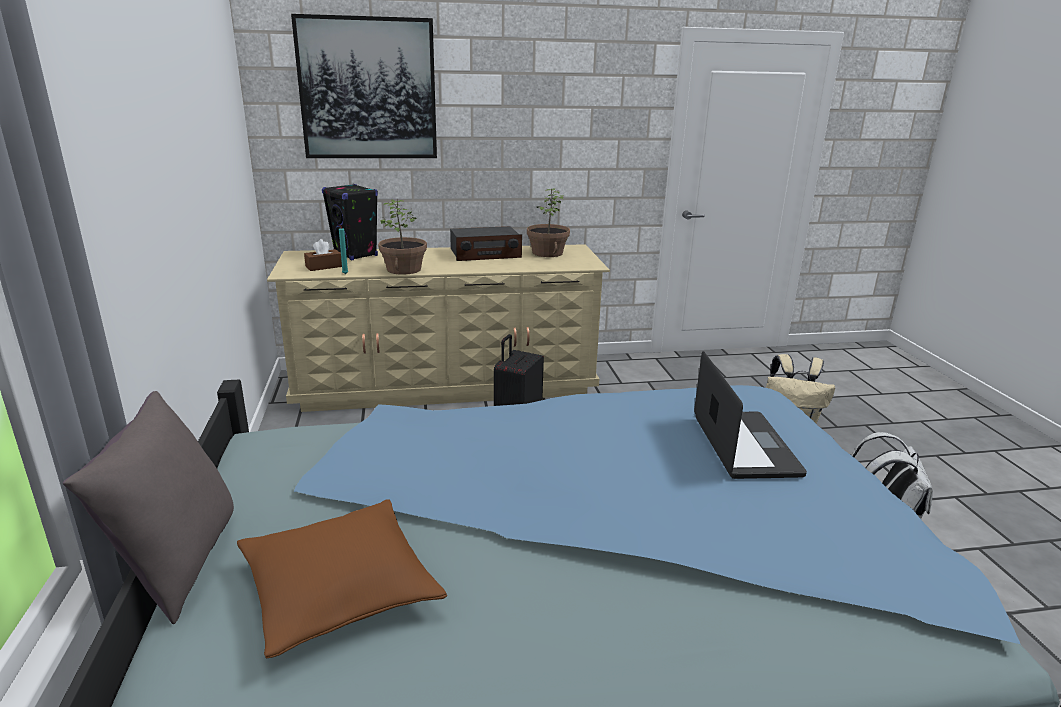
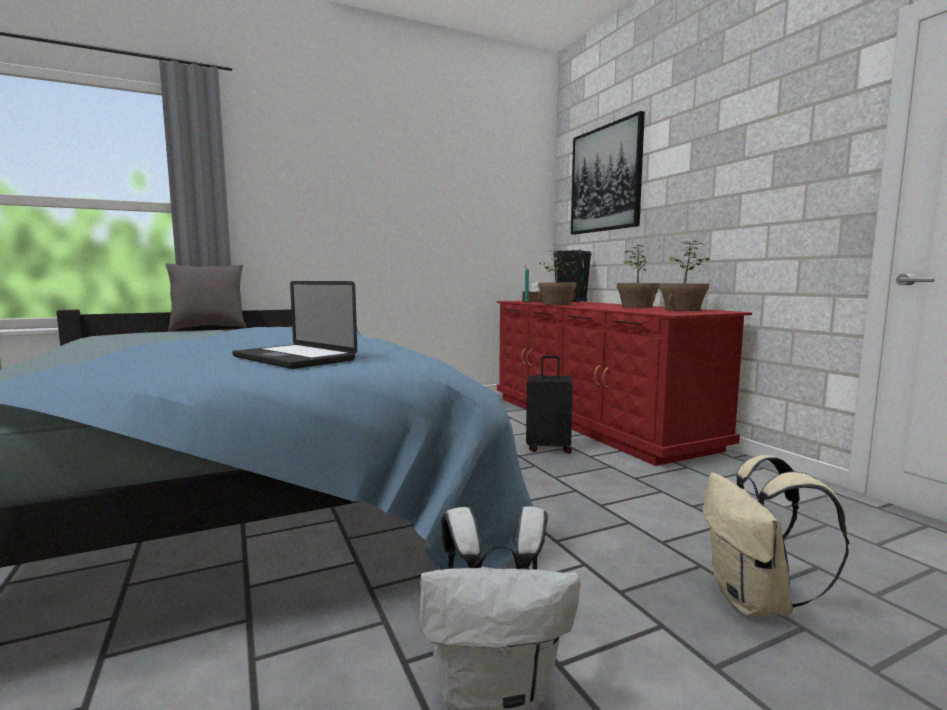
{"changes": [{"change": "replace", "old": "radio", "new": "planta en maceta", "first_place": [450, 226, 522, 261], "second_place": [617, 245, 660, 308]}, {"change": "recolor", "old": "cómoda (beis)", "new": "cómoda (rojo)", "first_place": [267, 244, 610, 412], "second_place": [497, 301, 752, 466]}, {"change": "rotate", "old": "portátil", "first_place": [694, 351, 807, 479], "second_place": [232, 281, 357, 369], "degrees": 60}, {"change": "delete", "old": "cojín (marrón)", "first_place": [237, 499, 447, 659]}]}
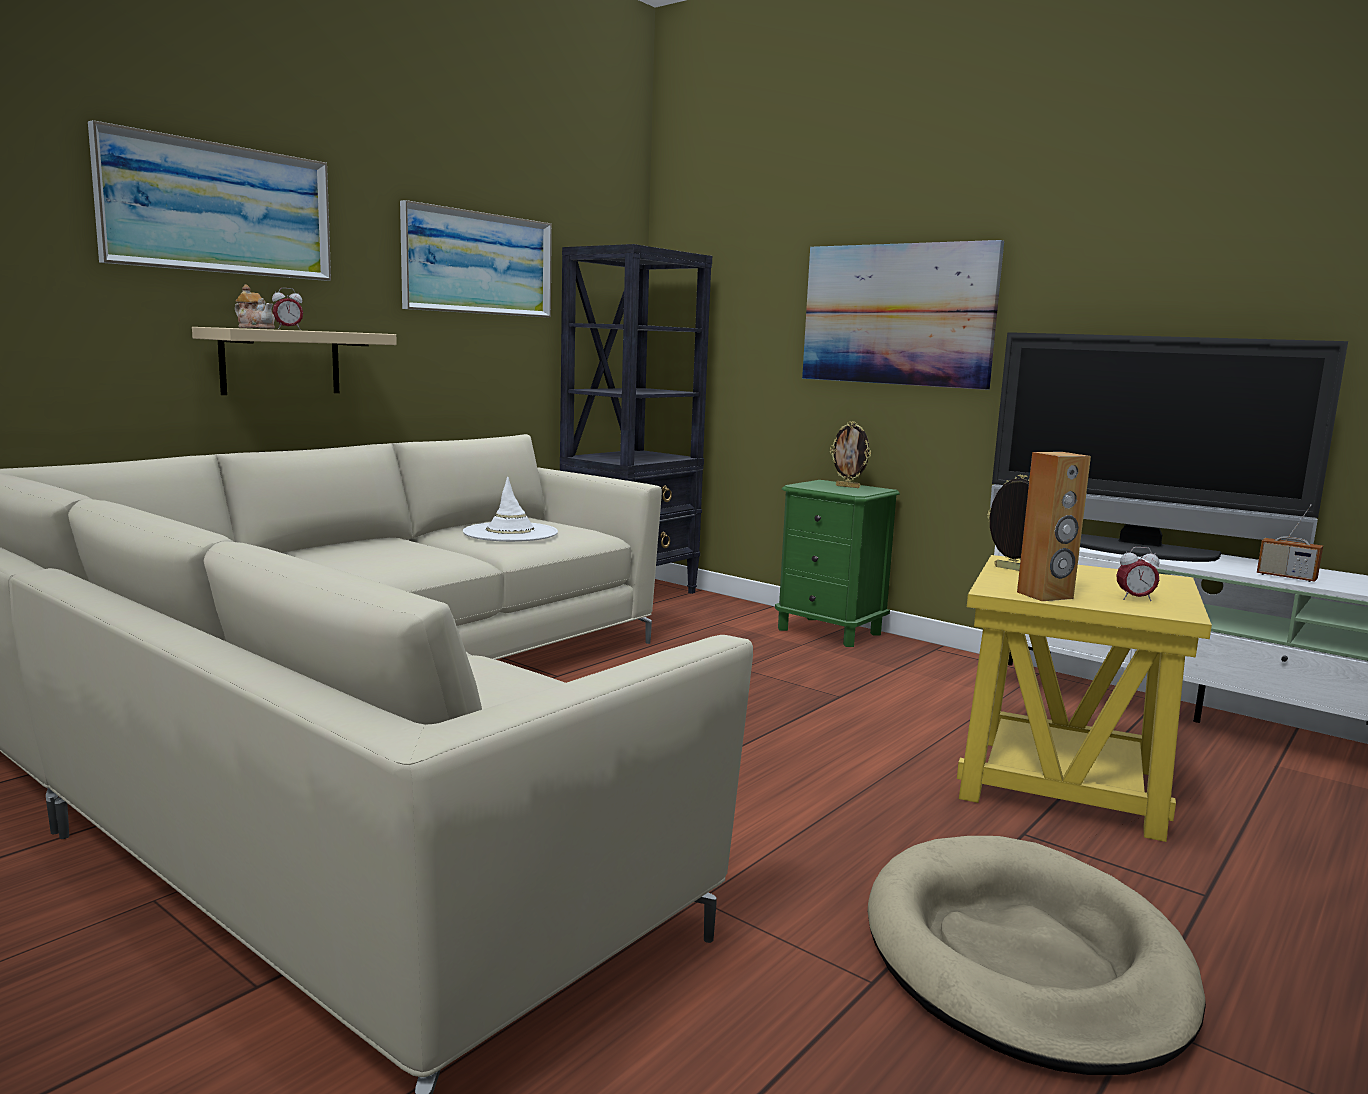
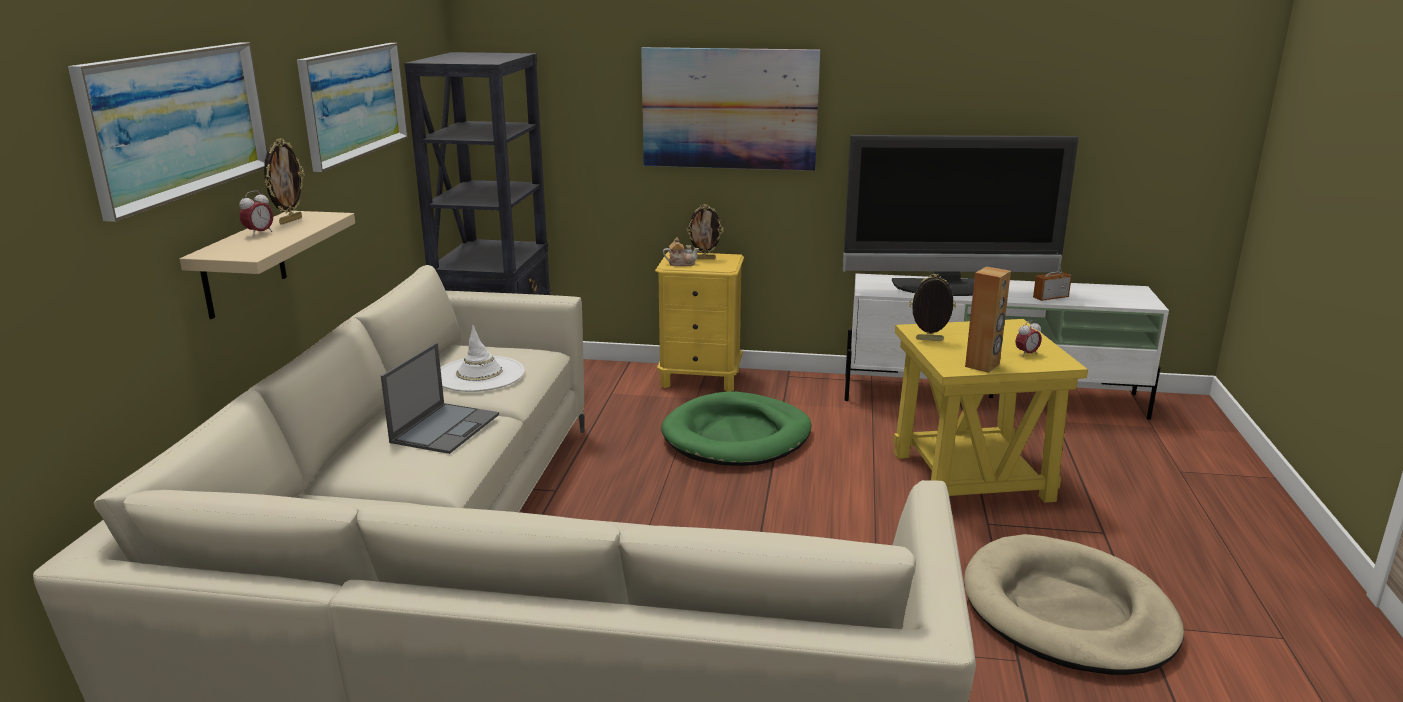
{"changes": [{"change": "move", "old": "tetera", "first_place": [235, 284, 275, 329], "second_place": [663, 237, 699, 266]}, {"change": "recolor", "old": "mesita de noche (verde)", "new": "mesita de noche (amarillo)", "first_place": [775, 480, 900, 647], "second_place": [655, 252, 744, 391]}, {"change": "rotate", "old": "radio", "first_place": [1257, 504, 1323, 582], "second_place": [1033, 253, 1072, 301], "degrees": 150}, {"change": "insert", "new": "portarretratos", "second_place": [264, 138, 305, 225]}, {"change": "insert", "new": "portátil", "second_place": [381, 343, 499, 454]}, {"change": "insert", "new": "cama para perro (verde)", "second_place": [661, 391, 812, 466]}]}
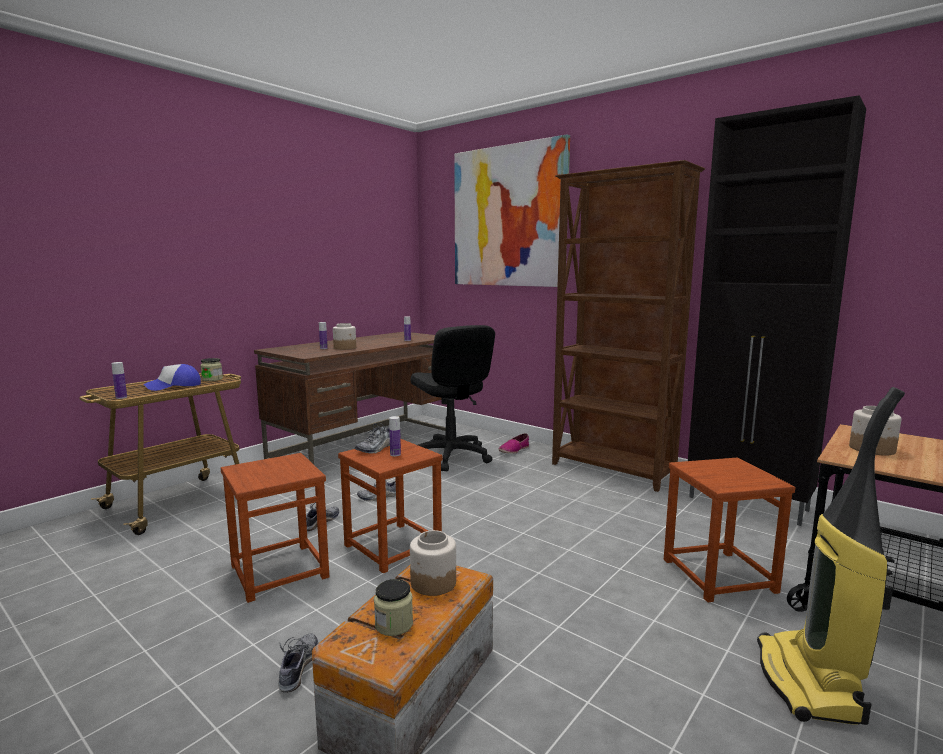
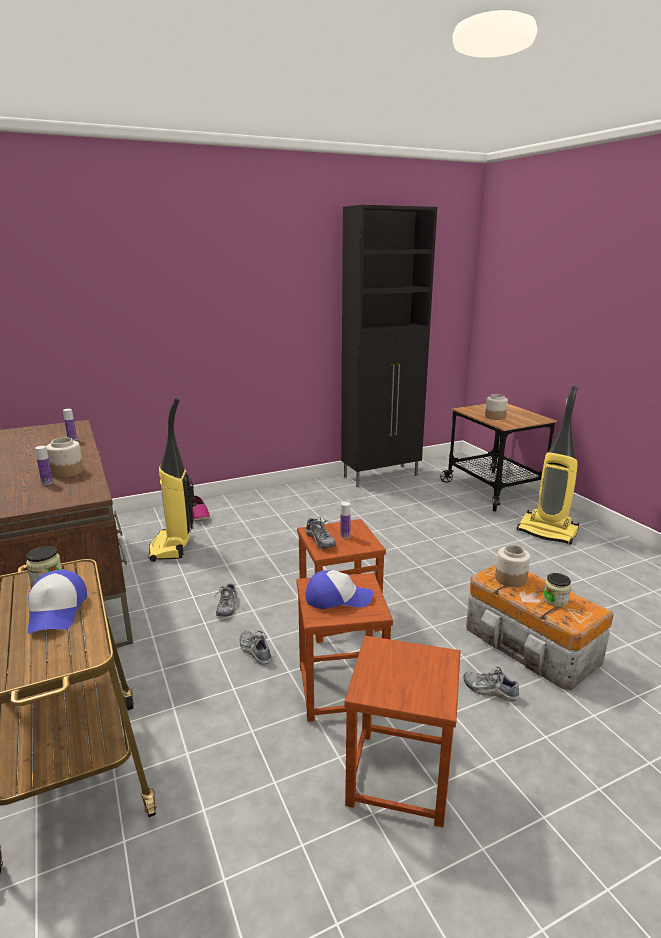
{"changes": [{"change": "delete", "old": "cuadro", "first_place": [454, 134, 570, 287]}, {"change": "delete", "old": "estantería (marrón)", "first_place": [552, 160, 705, 492]}, {"change": "replace", "old": "silla de oficina (negro)", "new": "aspiradora", "first_place": [410, 325, 495, 471], "second_place": [149, 397, 194, 562]}, {"change": "delete", "old": "botella", "first_place": [111, 362, 127, 399]}, {"change": "move", "old": "taburete (marrón)", "first_place": [664, 458, 796, 602], "second_place": [344, 636, 461, 827]}, {"change": "insert", "new": "gorra", "second_place": [306, 570, 373, 609]}]}
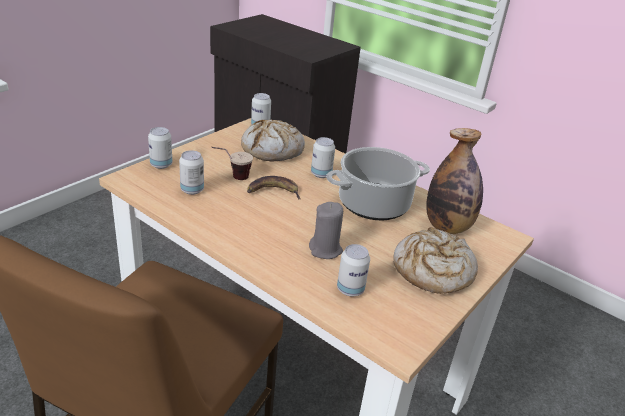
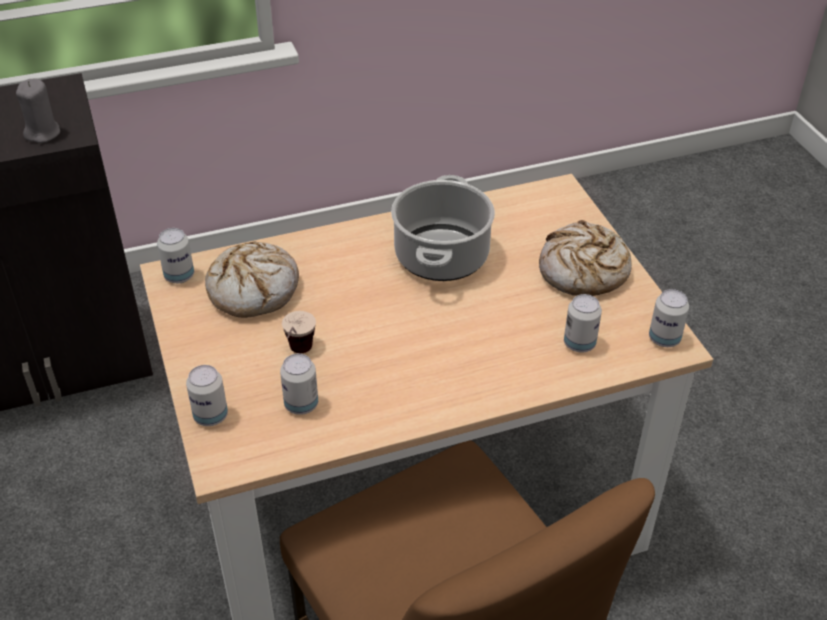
{"changes": [{"change": "delete", "old": "botella", "first_place": [426, 128, 483, 234]}, {"change": "move", "old": "lata", "first_place": [311, 137, 335, 178], "second_place": [649, 289, 689, 347]}, {"change": "delete", "old": "plátano", "first_place": [247, 176, 300, 199]}, {"change": "move", "old": "vela (gris)", "first_place": [309, 202, 343, 259], "second_place": [16, 79, 60, 143]}]}
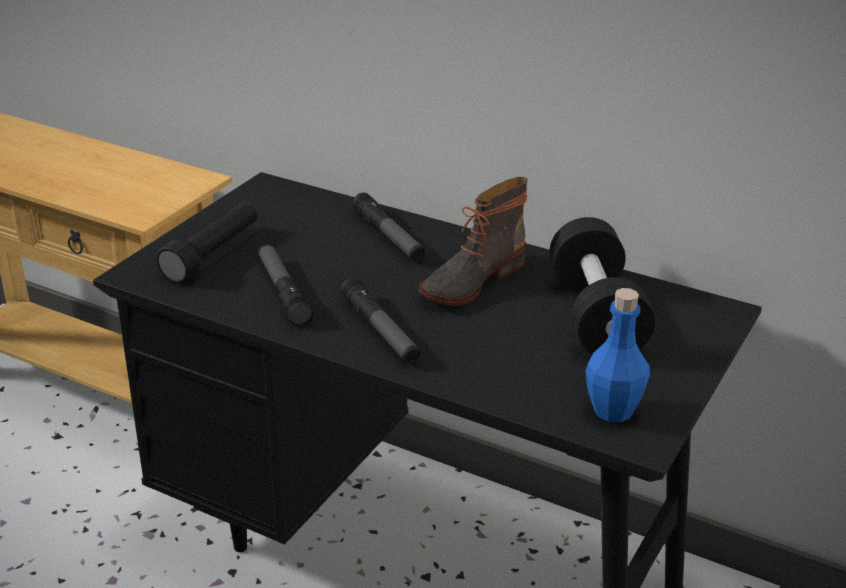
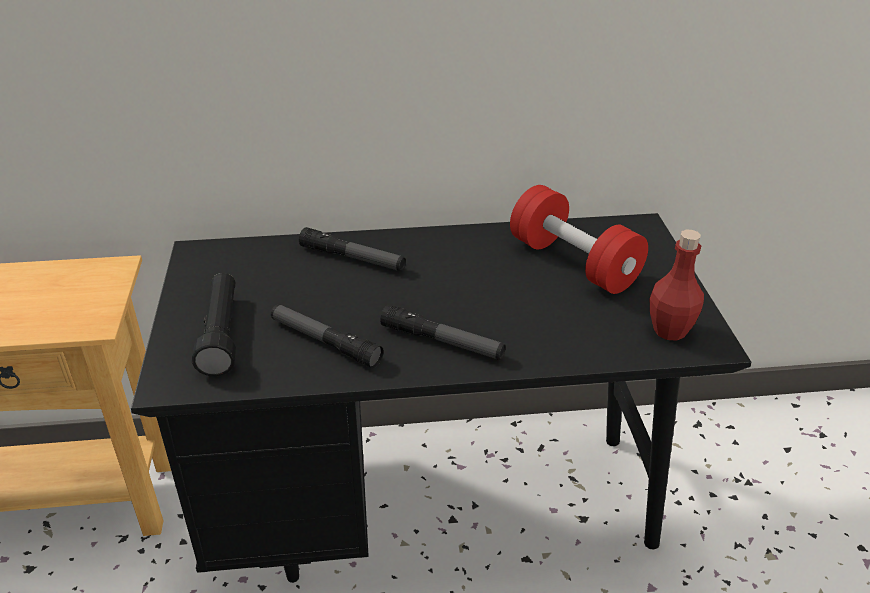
{"changes": [{"change": "delete", "old": "bota", "first_place": [419, 177, 528, 305]}, {"change": "recolor", "old": "mancuerna (negro)", "new": "mancuerna (rojo)", "first_place": [550, 217, 655, 354], "second_place": [510, 185, 648, 294]}, {"change": "recolor", "old": "botella (azul)", "new": "botella (rojo)", "first_place": [585, 288, 650, 423], "second_place": [650, 230, 704, 341]}]}
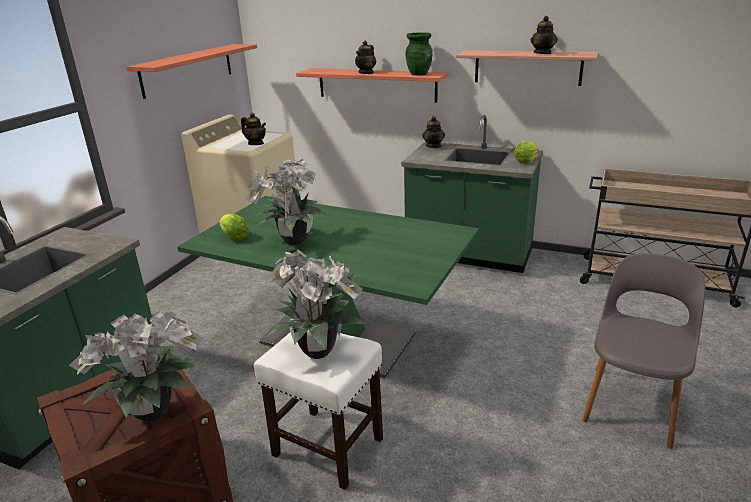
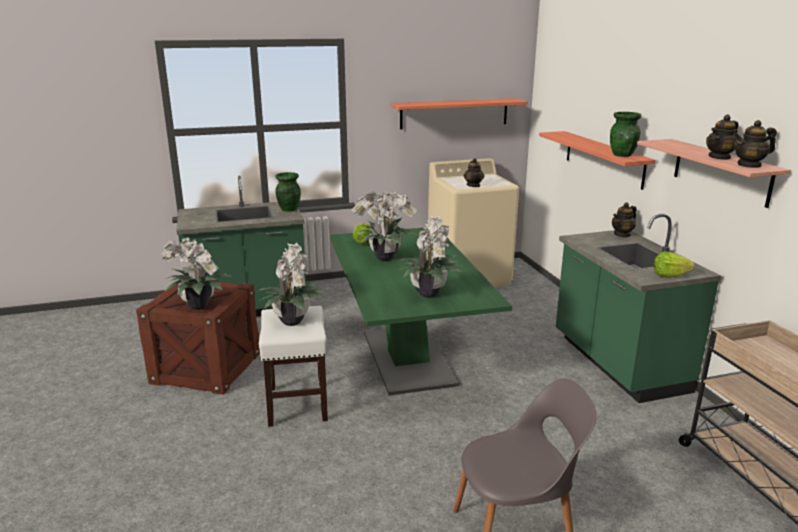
{"changes": [{"change": "move", "old": "tetera", "first_place": [355, 41, 376, 74], "second_place": [733, 120, 777, 168]}, {"change": "insert", "new": "florero (verde)", "second_place": [275, 172, 301, 212]}, {"change": "insert", "new": "planta en maceta", "second_place": [397, 216, 463, 298]}]}
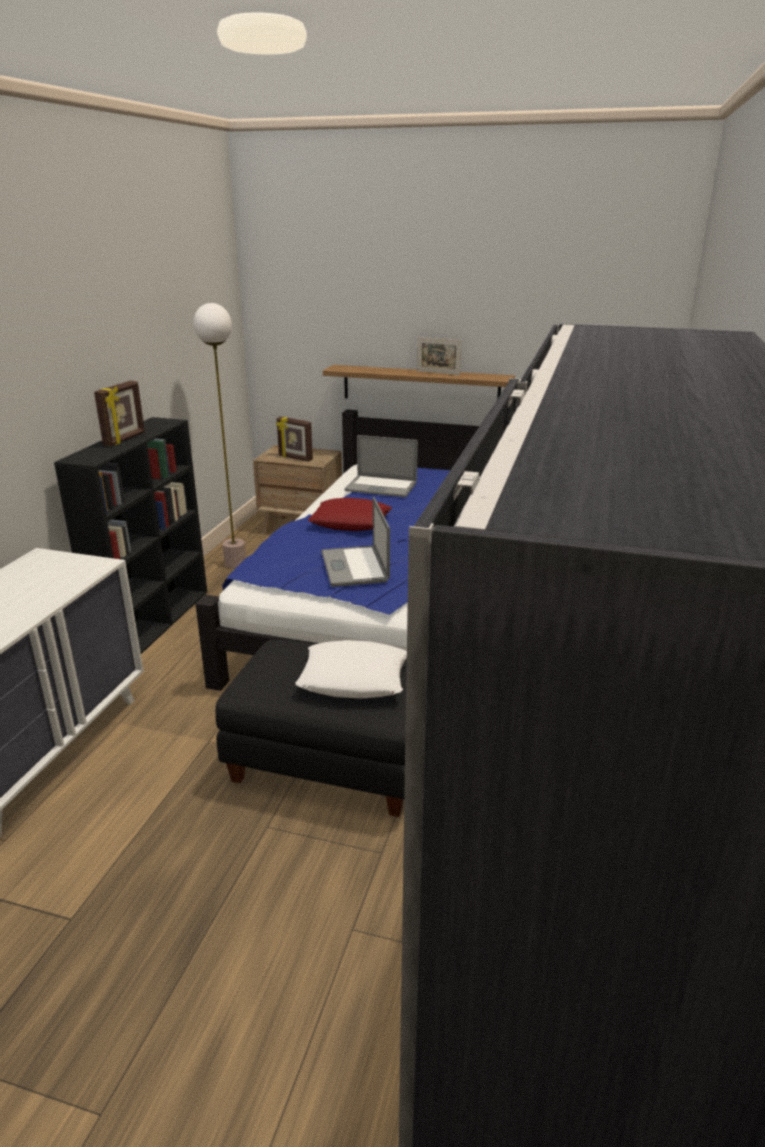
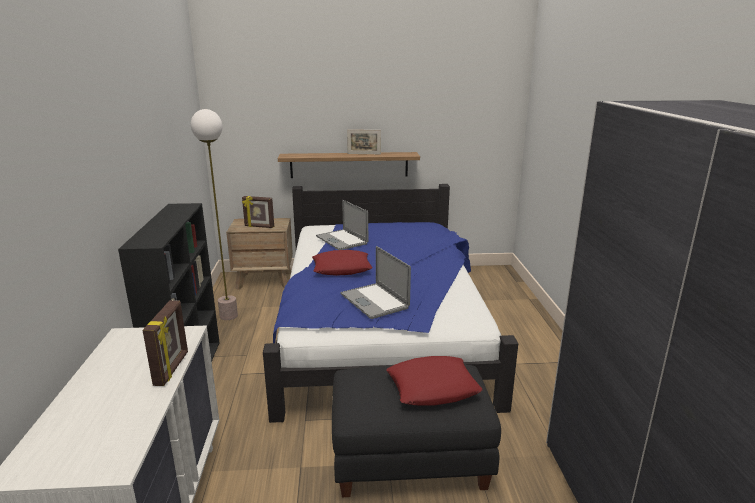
{"changes": [{"change": "move", "old": "portarretratos", "first_place": [94, 381, 145, 446], "second_place": [143, 300, 188, 386]}, {"change": "rotate", "old": "portátil", "first_place": [344, 435, 418, 497], "second_place": [316, 200, 368, 250], "degrees": 60}, {"change": "recolor", "old": "cojín (blanco)", "new": "cojín (rojo)", "first_place": [295, 640, 407, 699], "second_place": [386, 356, 482, 406]}]}
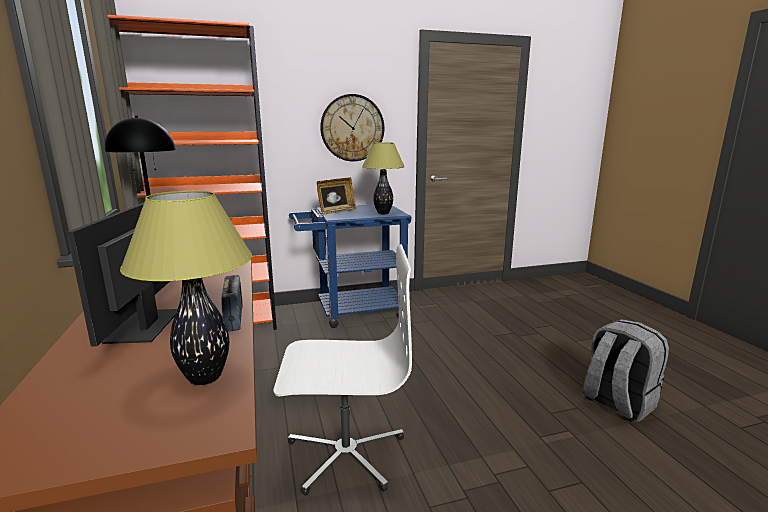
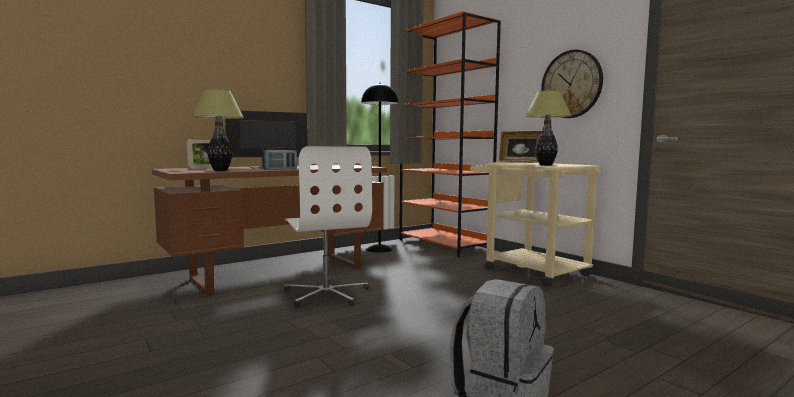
{"changes": [{"change": "recolor", "old": "carrito (azul)", "new": "carrito (beis)", "first_place": [289, 205, 412, 328], "second_place": [470, 162, 601, 287]}, {"change": "insert", "new": "portarretratos", "second_place": [187, 139, 212, 169]}]}
